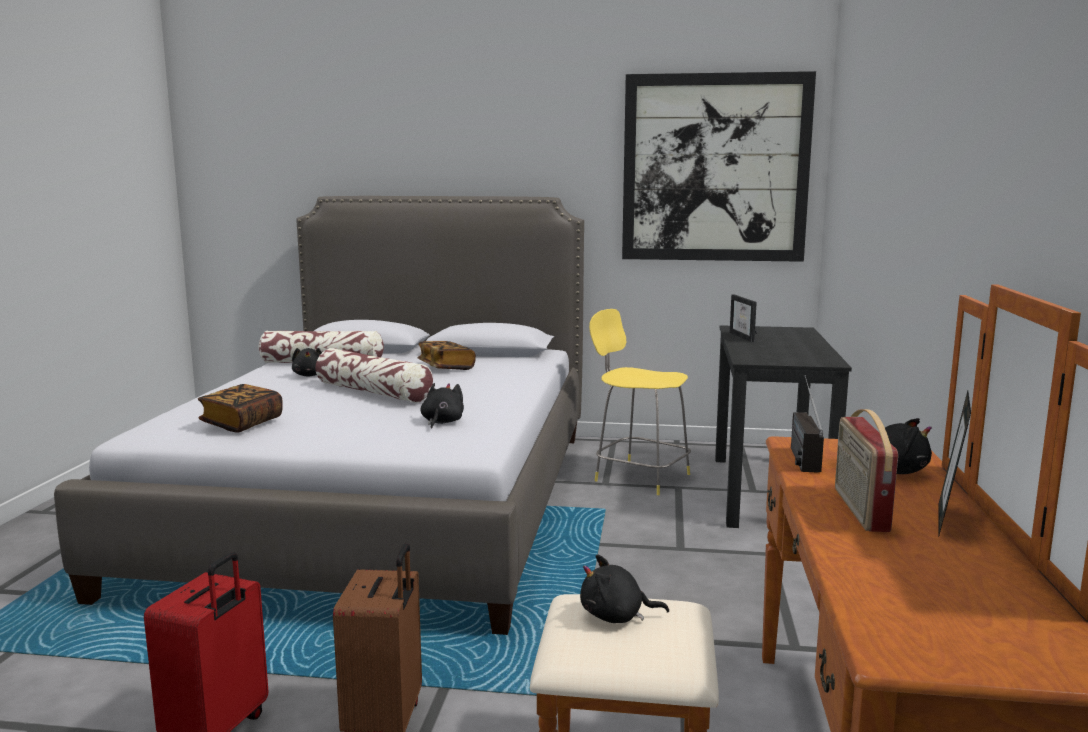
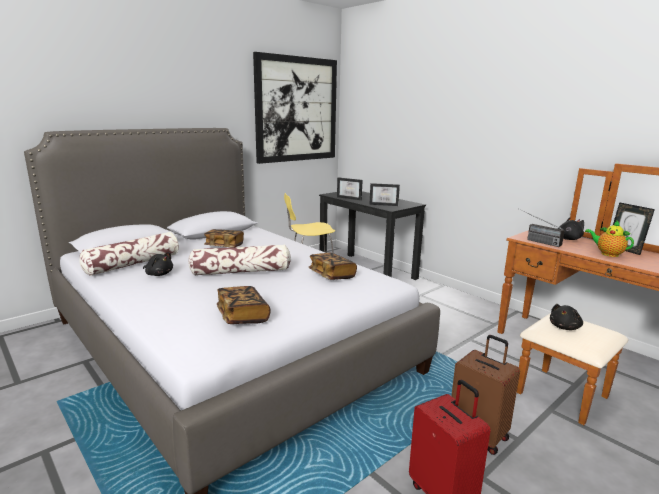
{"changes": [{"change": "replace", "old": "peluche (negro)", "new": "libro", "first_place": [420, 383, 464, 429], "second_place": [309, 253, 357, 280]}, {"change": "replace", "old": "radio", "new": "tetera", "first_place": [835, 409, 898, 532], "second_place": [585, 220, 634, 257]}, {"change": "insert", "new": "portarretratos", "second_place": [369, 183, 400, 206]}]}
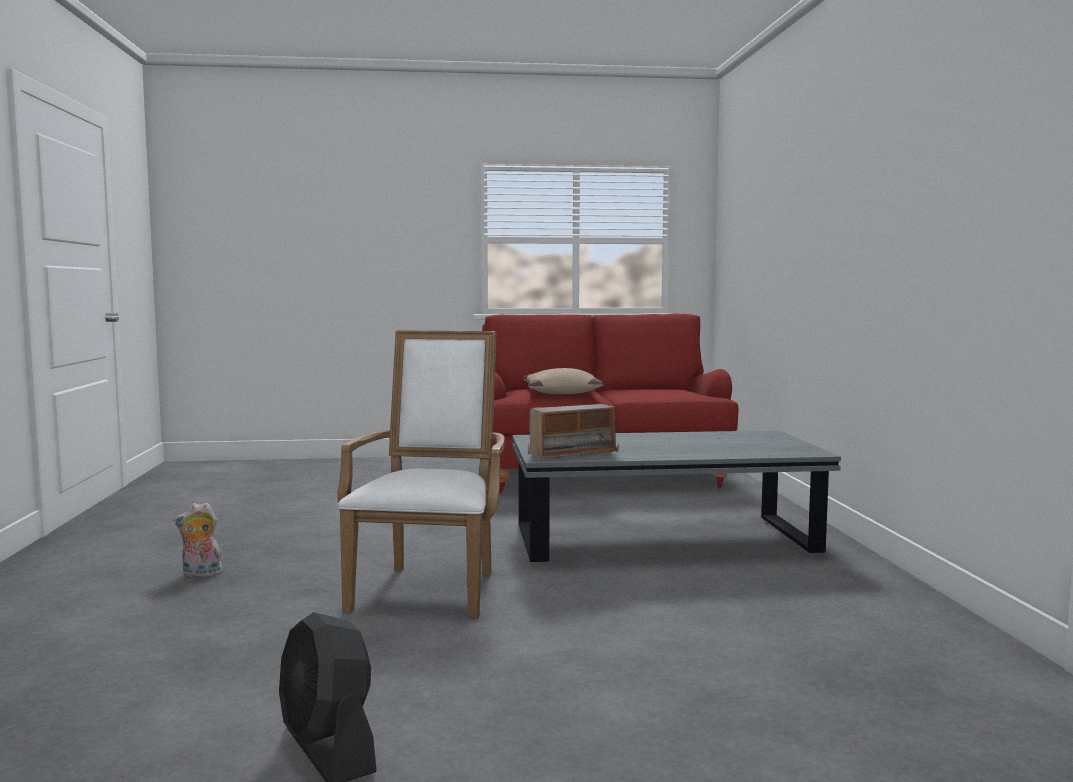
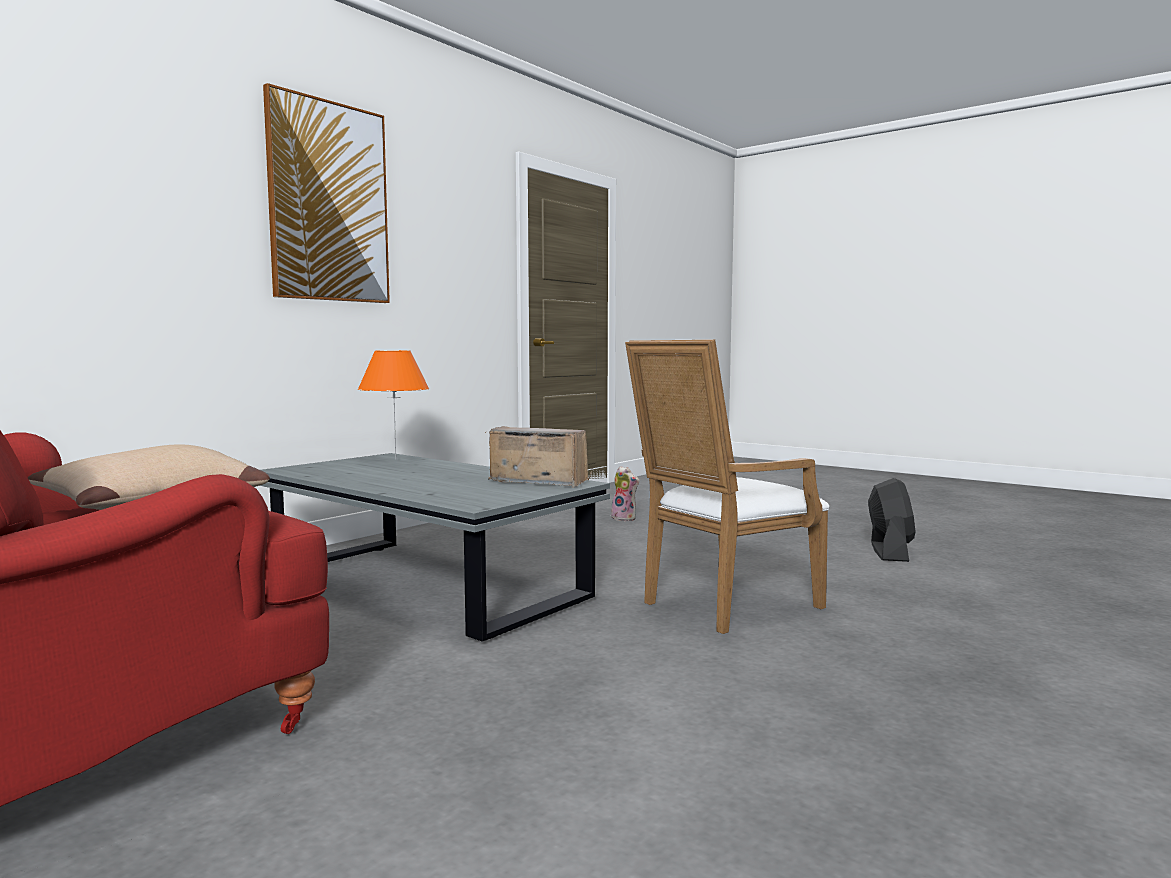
{"changes": [{"change": "move", "old": "peluche", "first_place": [174, 502, 223, 577], "second_place": [611, 466, 639, 521]}, {"change": "insert", "new": "cuadro", "second_place": [263, 83, 390, 303]}, {"change": "insert", "new": "lámpara de mesa (naranja)", "second_place": [358, 350, 429, 460]}]}
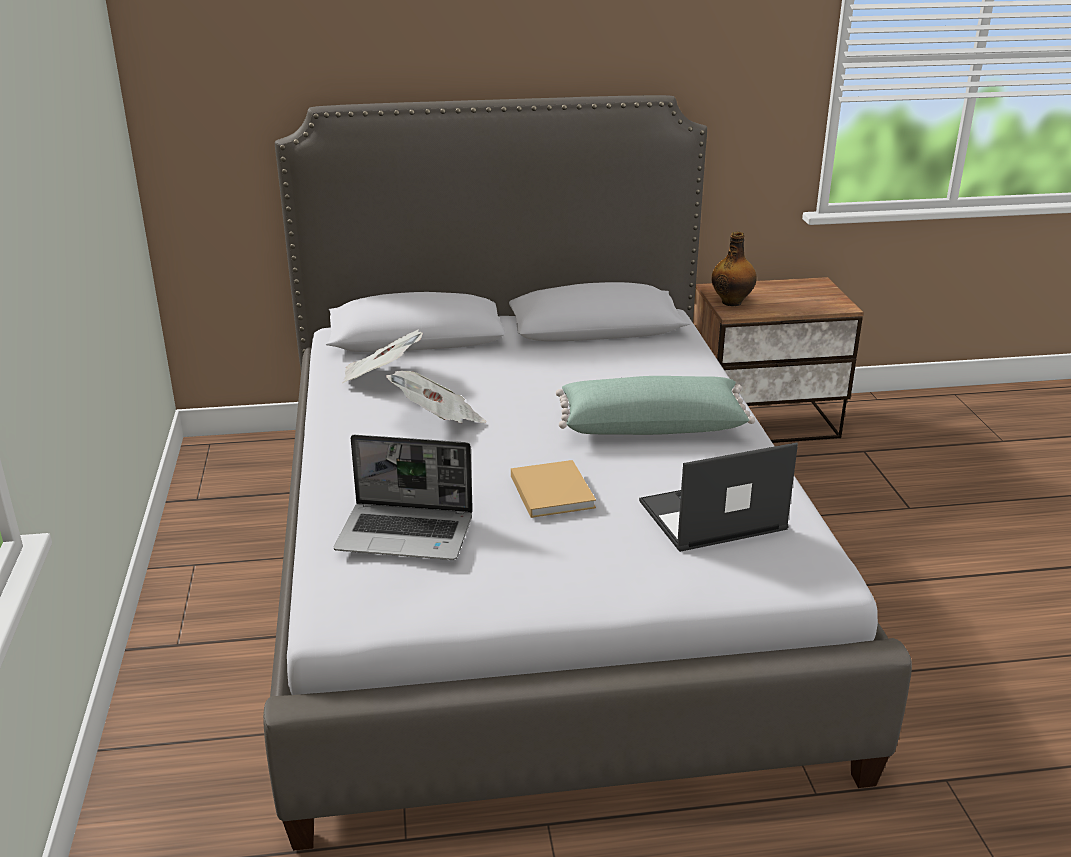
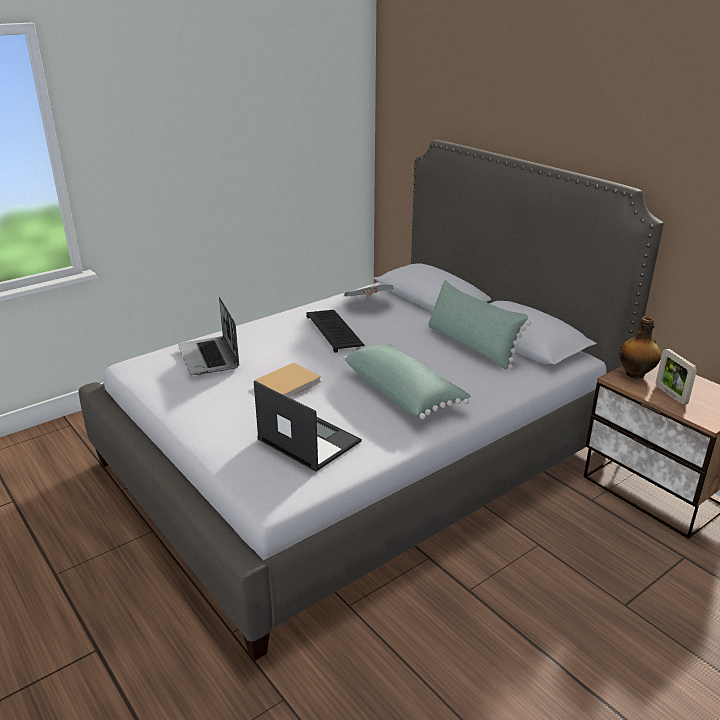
{"changes": [{"change": "replace", "old": "periódico", "new": "teclado", "first_place": [386, 371, 487, 423], "second_place": [306, 310, 365, 353]}, {"change": "insert", "new": "cojín (verde)", "second_place": [427, 280, 531, 370]}, {"change": "insert", "new": "portarretratos", "second_place": [656, 349, 697, 405]}]}
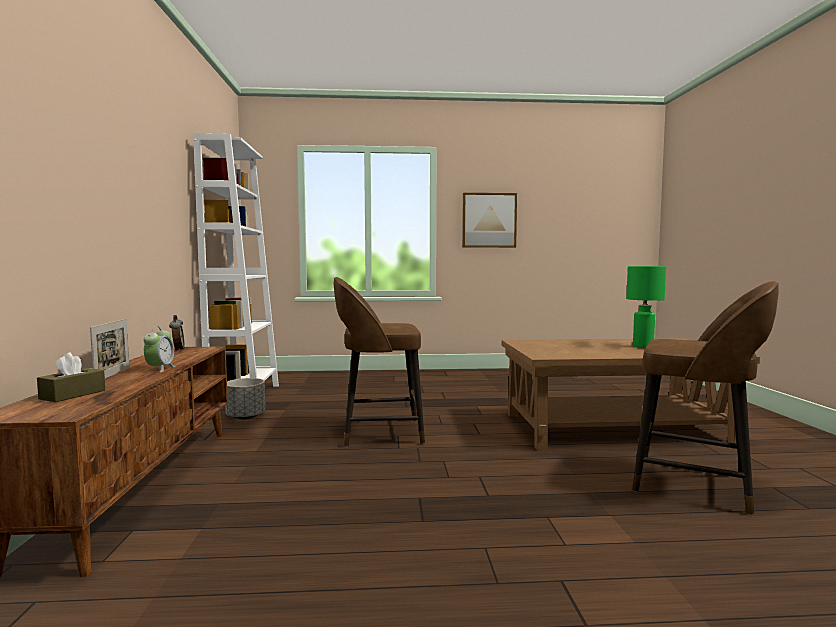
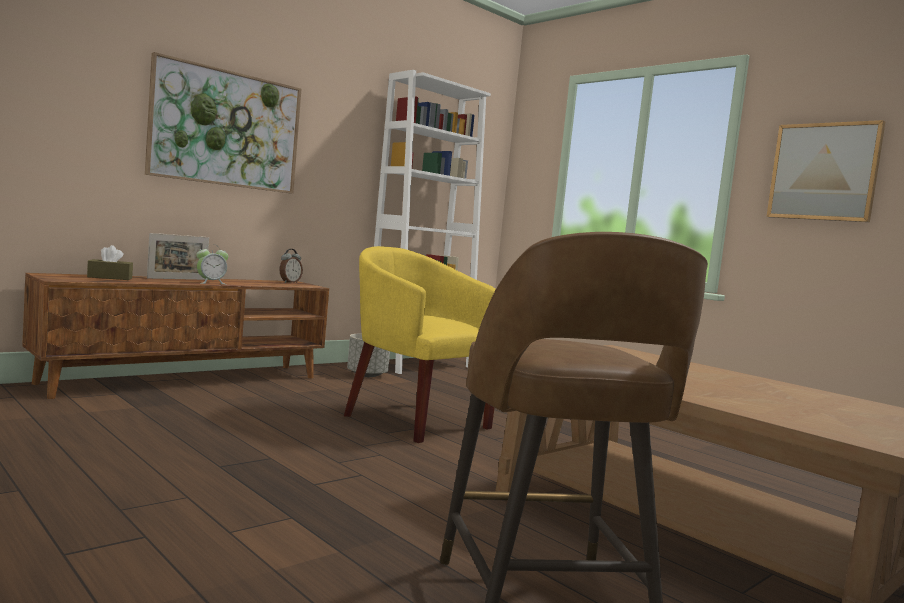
{"changes": [{"change": "delete", "old": "lámpara de mesa (verde)", "first_place": [626, 266, 666, 348]}, {"change": "replace", "old": "taburete (marrón)", "new": "sillón (amarillo)", "first_place": [334, 277, 425, 447], "second_place": [344, 246, 496, 443]}, {"change": "insert", "new": "cuadro", "second_place": [145, 52, 301, 194]}]}
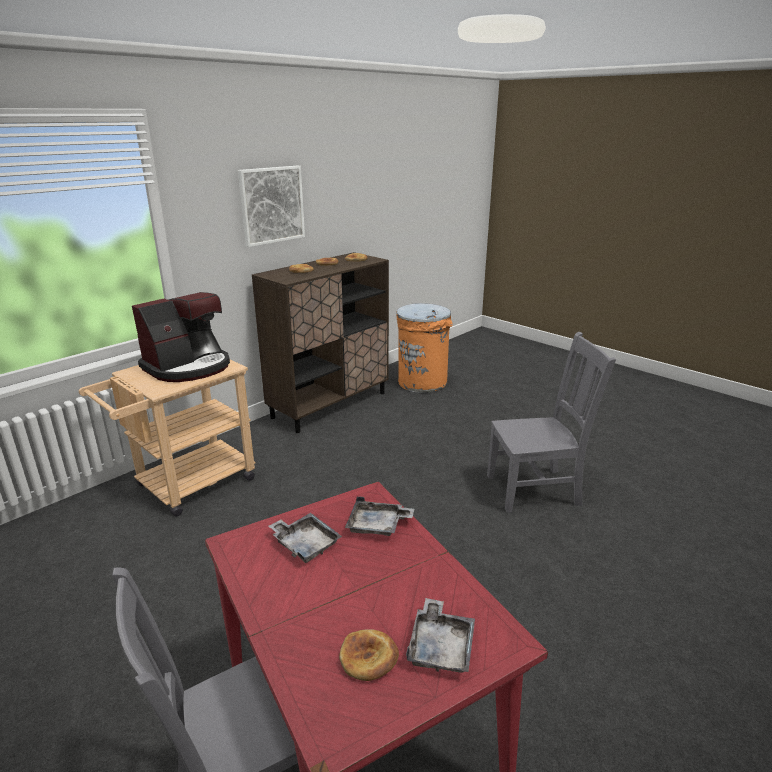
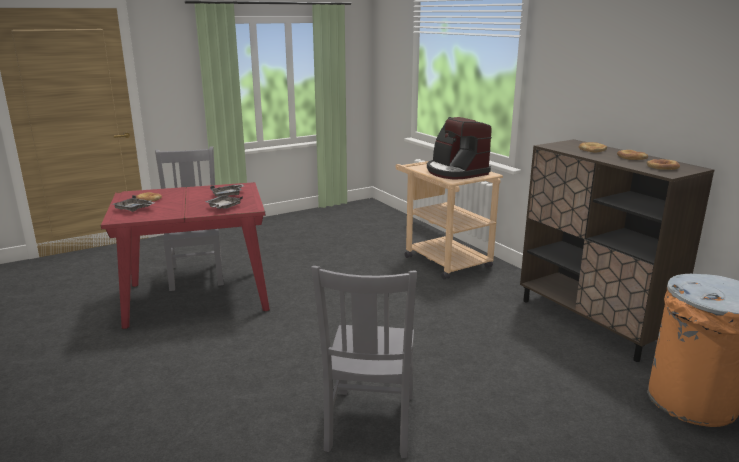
{"changes": [{"change": "delete", "old": "cuadro", "first_place": [238, 166, 305, 247]}]}
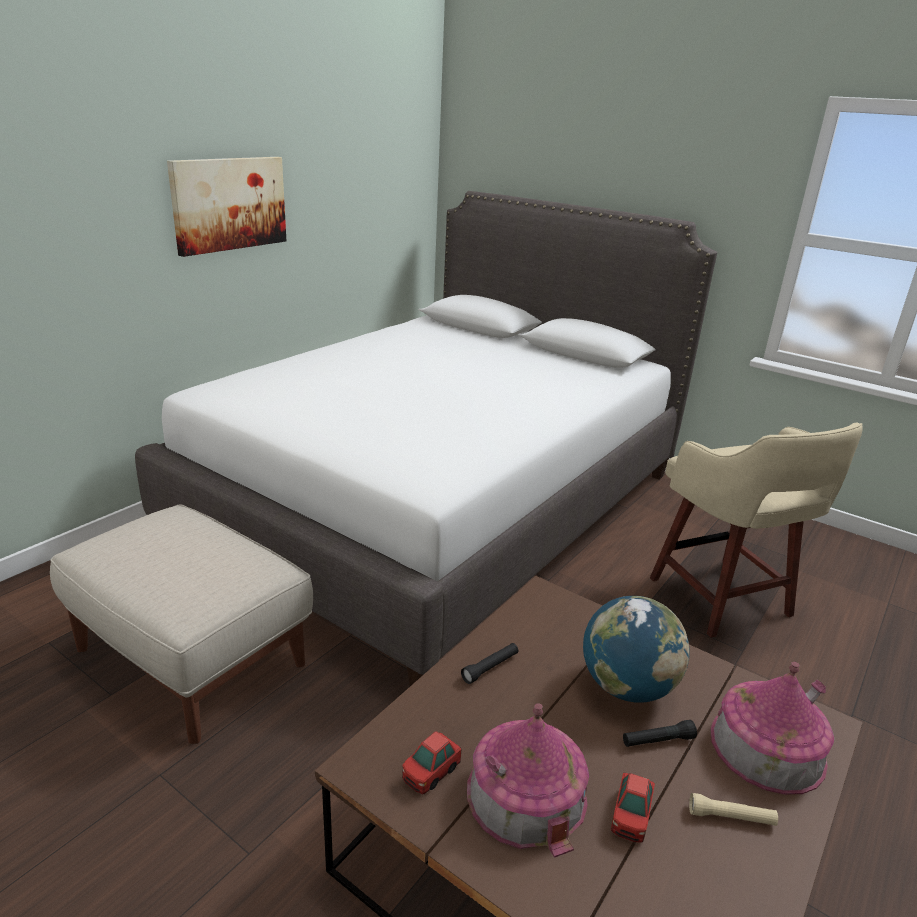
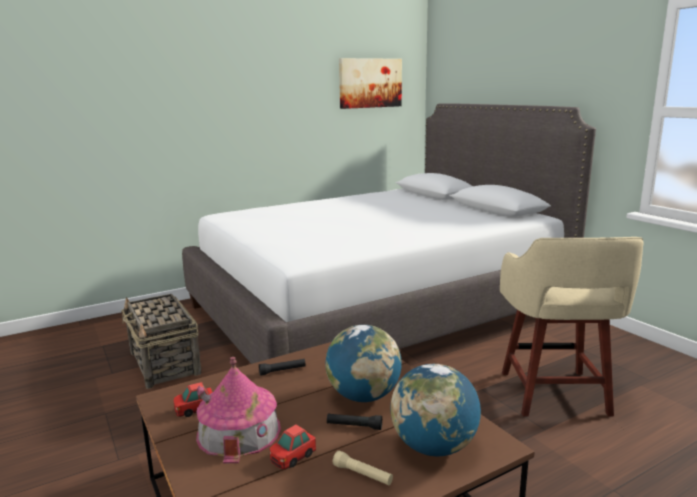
{"changes": [{"change": "move", "old": "cuadro", "first_place": [167, 157, 286, 257], "second_place": [339, 58, 402, 109]}, {"change": "replace", "old": "puf (beis)", "new": "cesta", "first_place": [50, 505, 313, 744], "second_place": [121, 294, 201, 389]}, {"change": "replace", "old": "casita", "new": "globo terráqueo", "first_place": [710, 662, 834, 795], "second_place": [391, 364, 481, 457]}]}
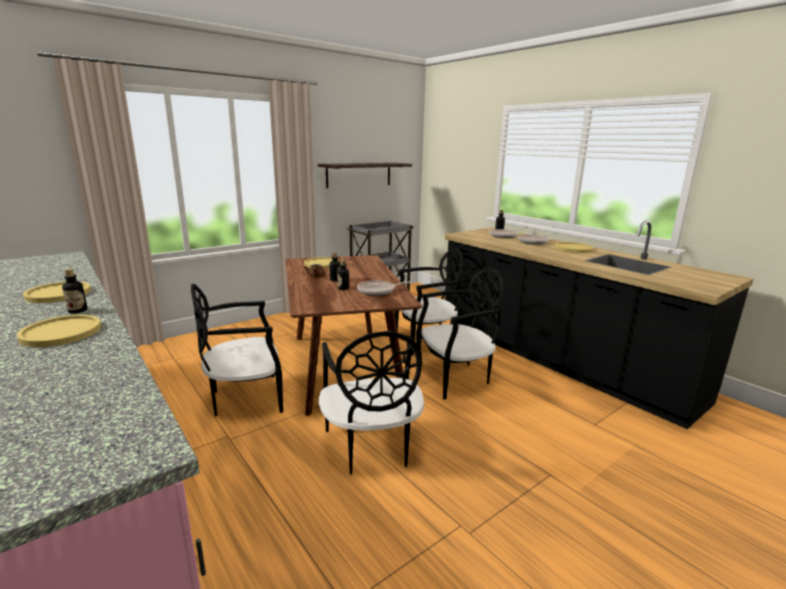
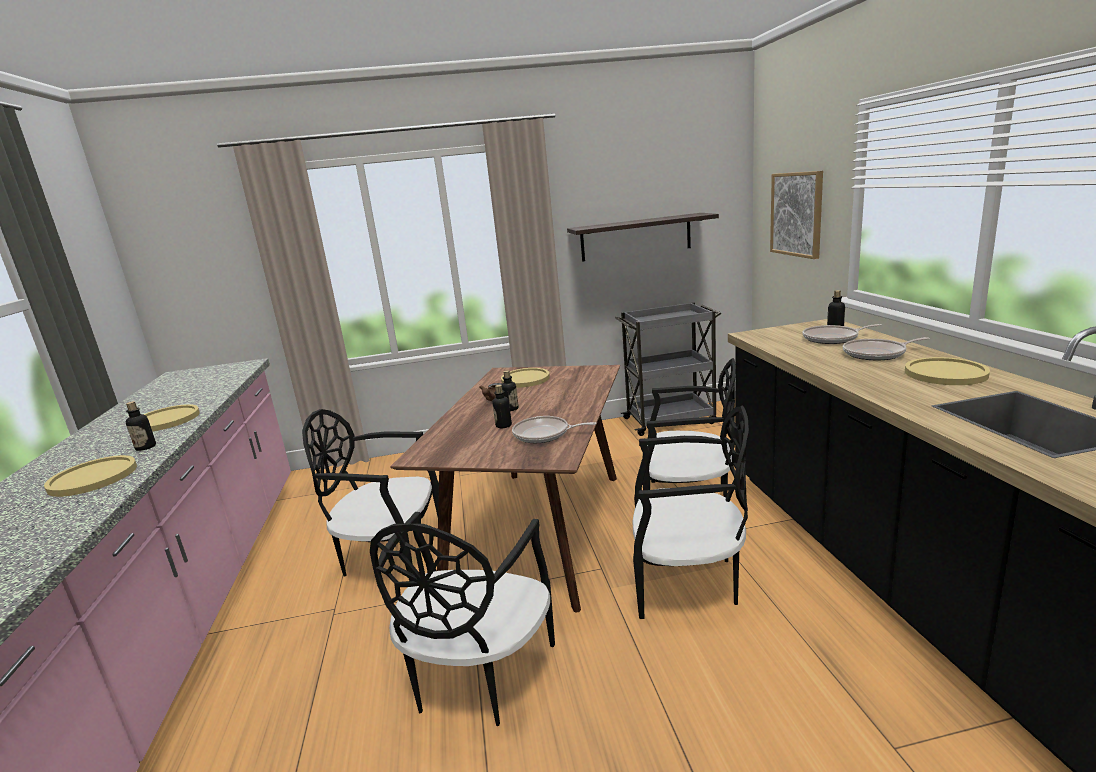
{"changes": [{"change": "insert", "new": "cuadro", "second_place": [770, 171, 823, 259]}]}
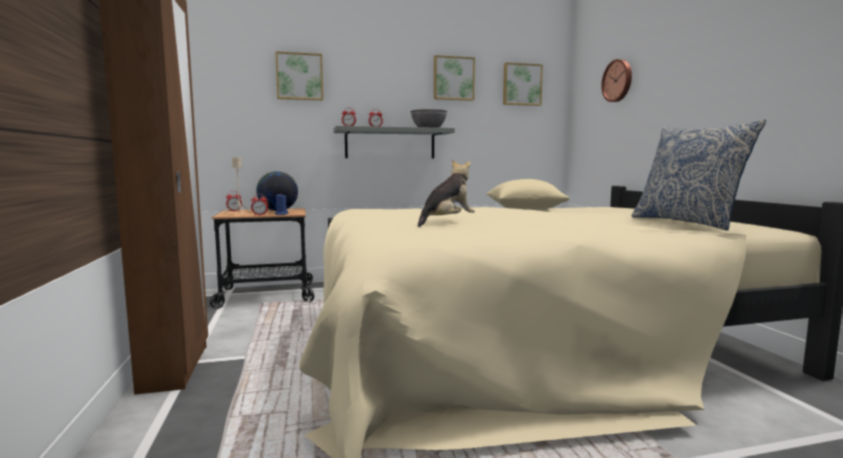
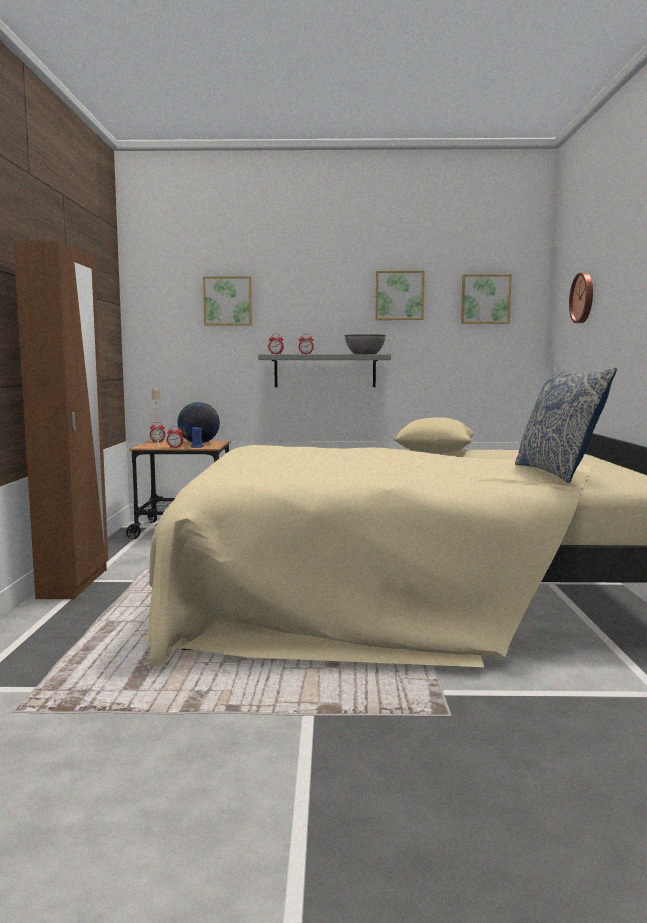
{"changes": [{"change": "delete", "old": "peluche", "first_place": [418, 160, 475, 227]}]}
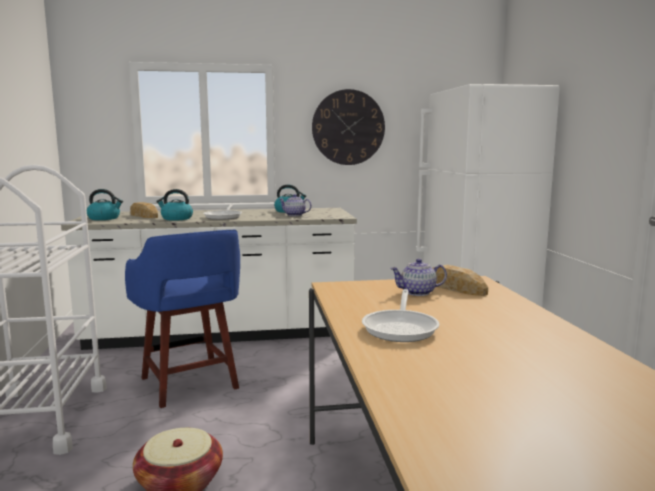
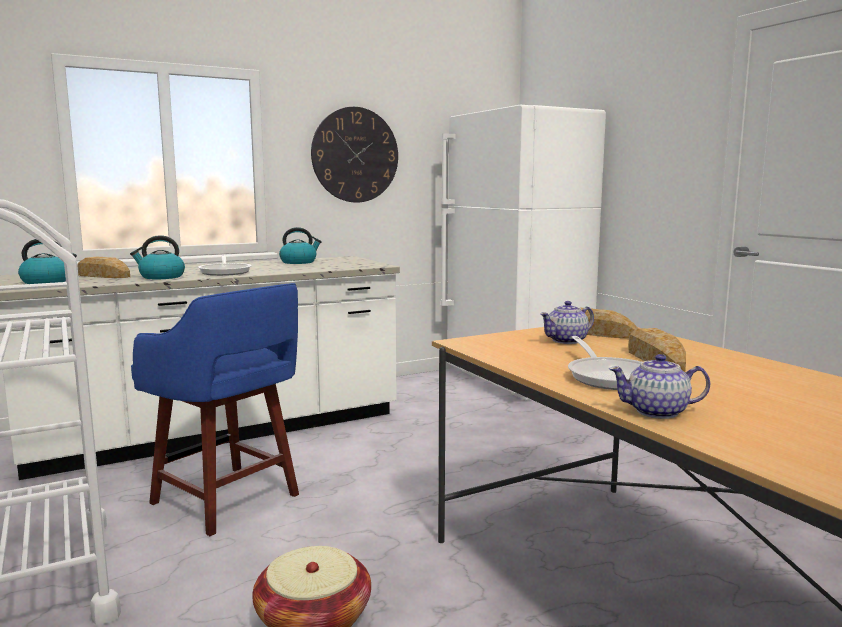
{"changes": [{"change": "move", "old": "tetera", "first_place": [279, 194, 312, 216], "second_place": [609, 354, 710, 419]}, {"change": "insert", "new": "pan", "second_place": [628, 328, 686, 372]}]}
